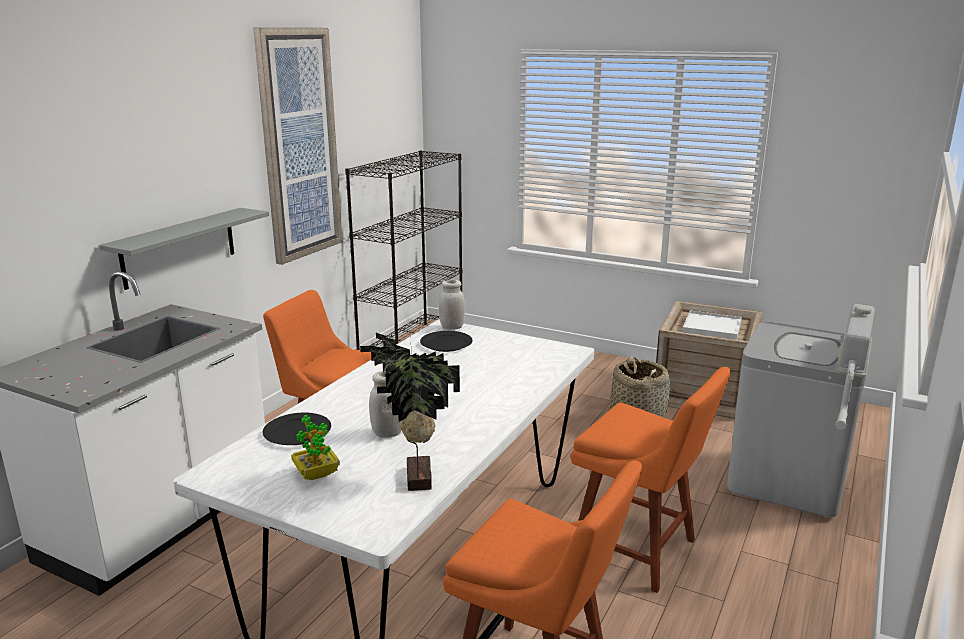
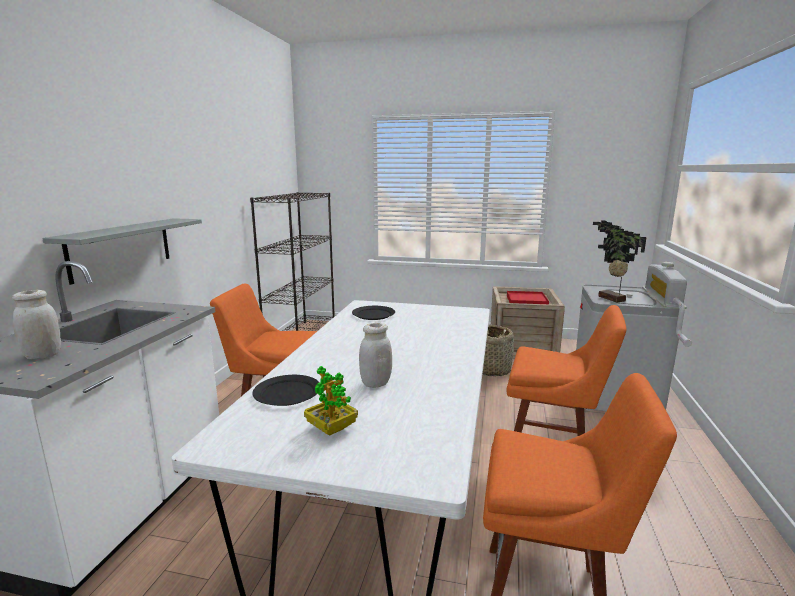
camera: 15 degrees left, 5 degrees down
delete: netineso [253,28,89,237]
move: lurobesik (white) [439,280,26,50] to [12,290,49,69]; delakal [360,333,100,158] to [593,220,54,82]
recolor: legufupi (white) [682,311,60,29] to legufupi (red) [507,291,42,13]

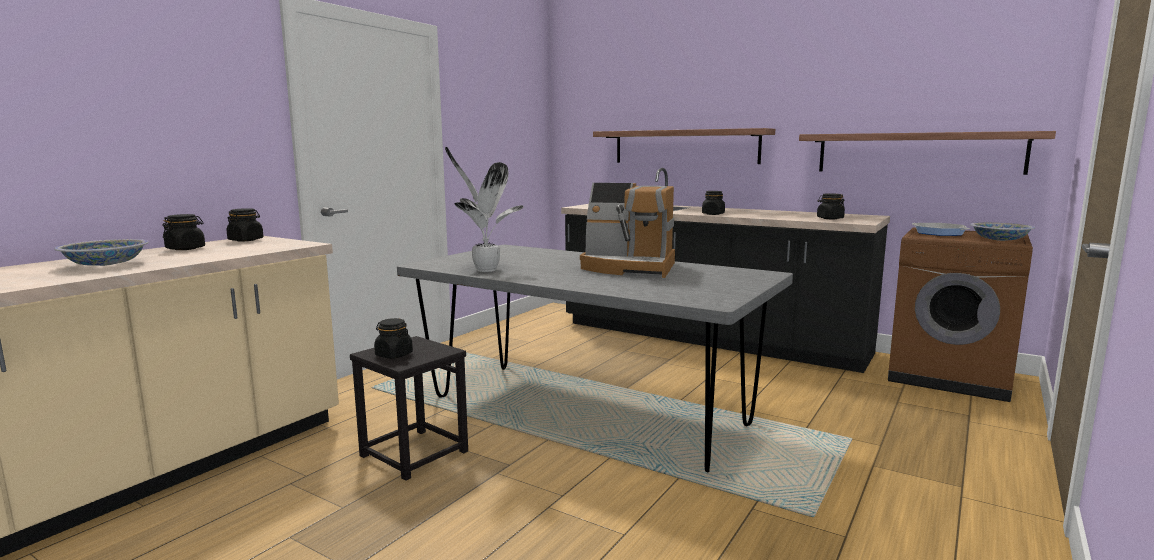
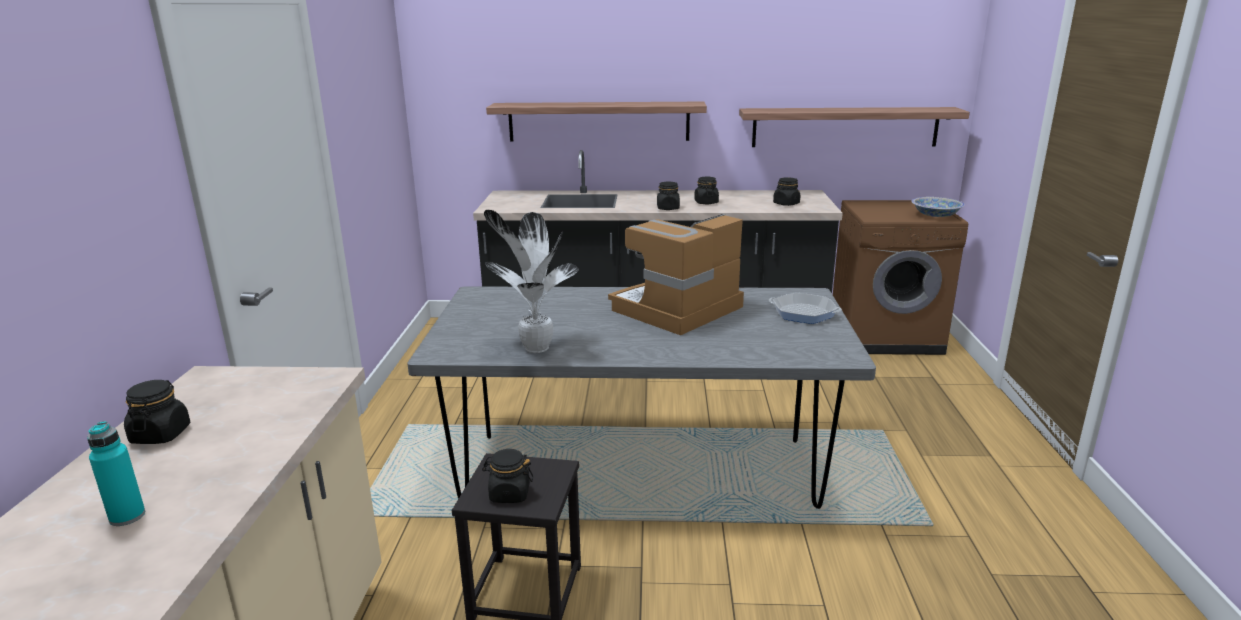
camera: 30 degrees left, 10 degrees up
move: lurobesik (black) [226,208,38,34] to [694,177,25,27]; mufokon [912,223,58,13] to [769,292,73,32]
replace: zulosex [54,239,94,27] to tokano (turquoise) [87,421,58,105]
rotate: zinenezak [580,183,95,95] = [608,214,136,121] 150 degrees clockwise

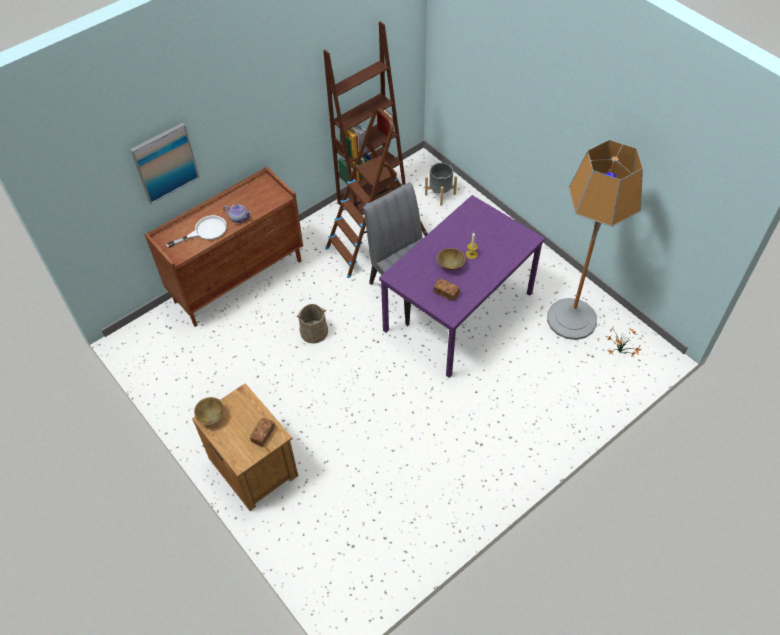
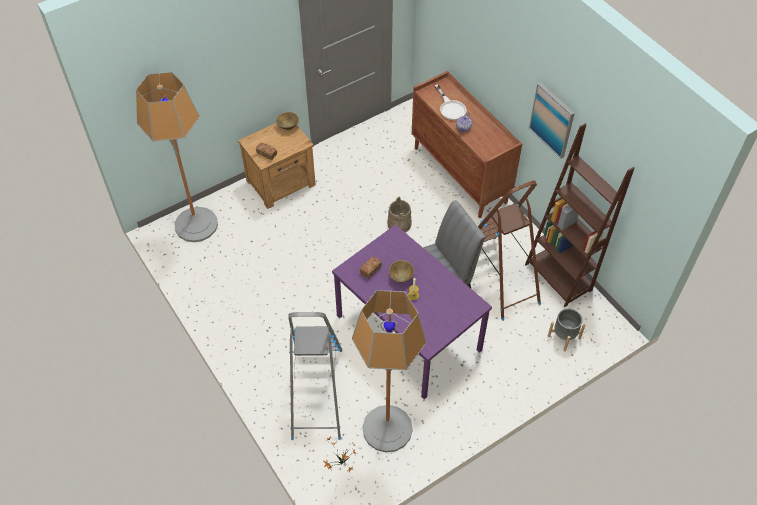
camera: 95 degrees right, 0 degrees up
insert: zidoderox [136,72,82,170]; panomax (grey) [288,312,54,128]
move: netineso [130,123,70,81] to [529,82,46,77]

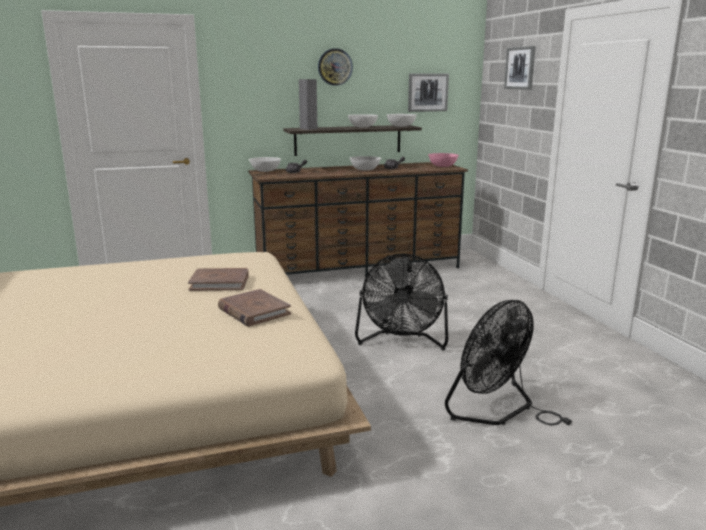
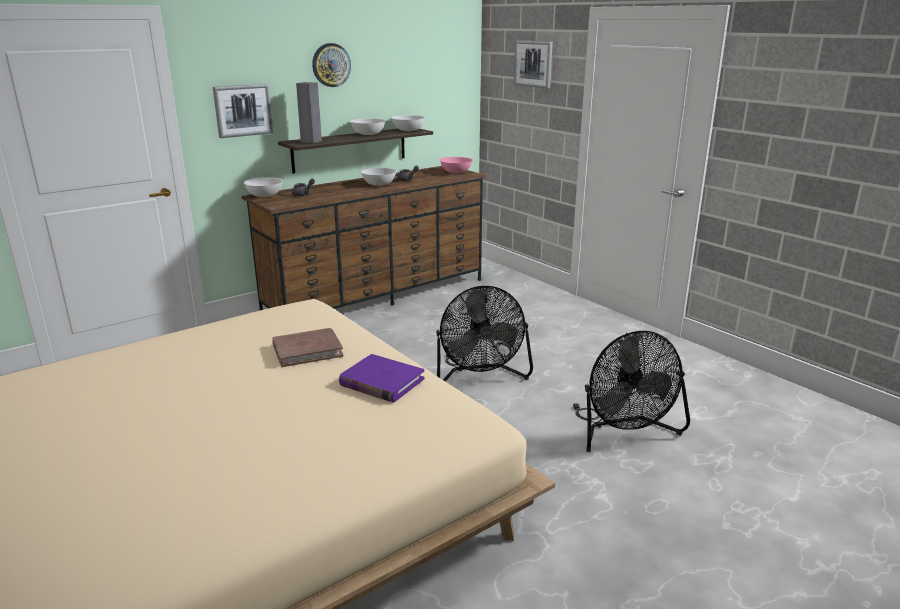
camera: 20 degrees left, 5 degrees up
move: netineso [408,74,41,38] to [213,84,60,54]
recolor: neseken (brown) [218,289,73,38] to neseken (purple) [339,354,86,48]
rotate: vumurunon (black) [445,300,128,125] = [573,331,117,121] 135 degrees counterclockwise

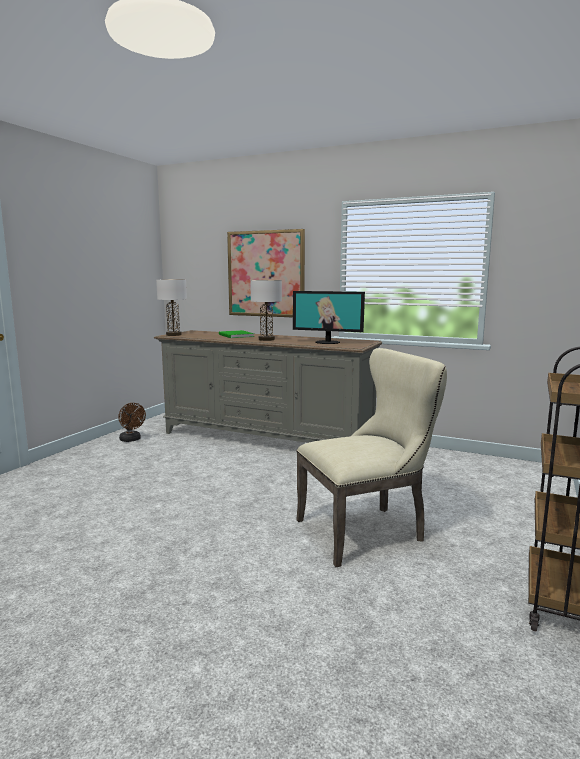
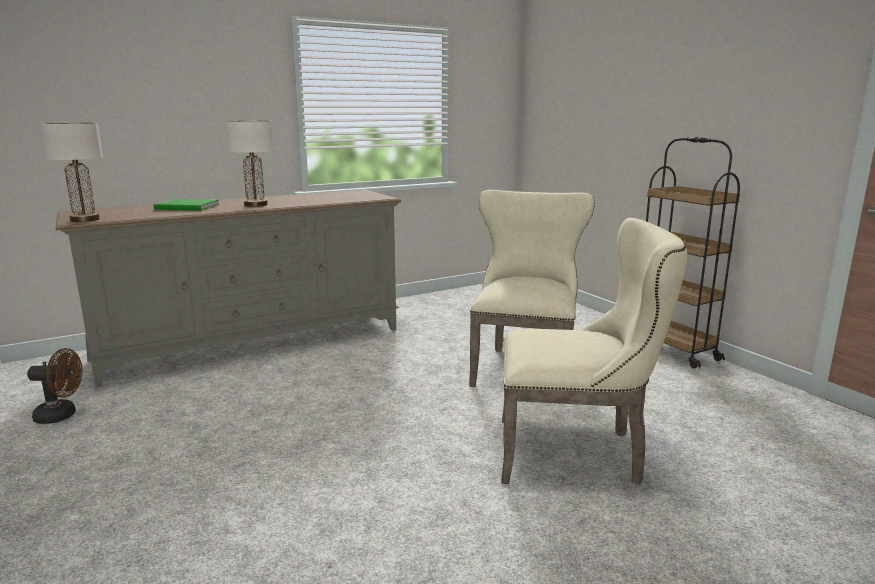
camera: 55 degrees left, 5 degrees up
delete: netineso [227,229,78,88]; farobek [293,291,72,53]
insert: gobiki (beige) [501,218,186,266]

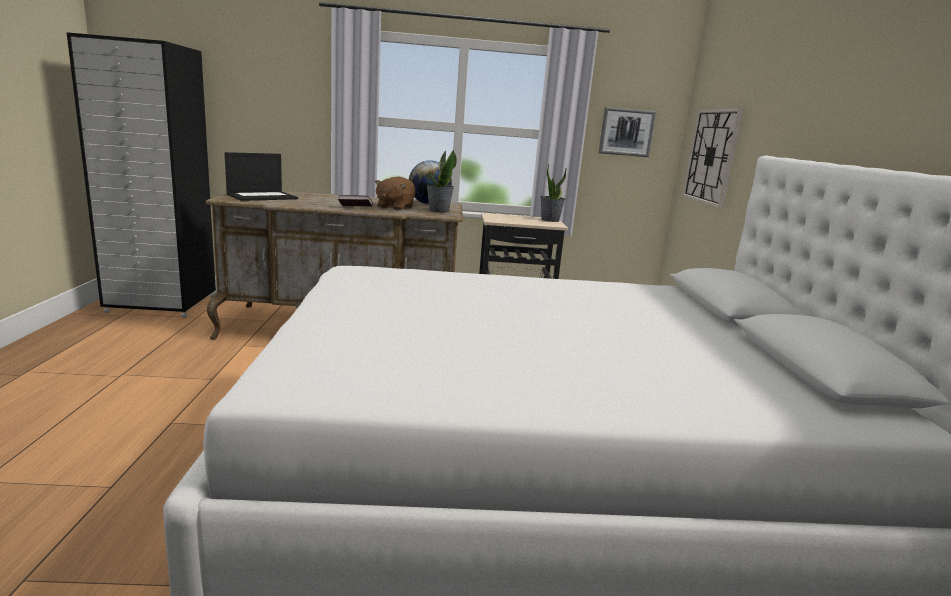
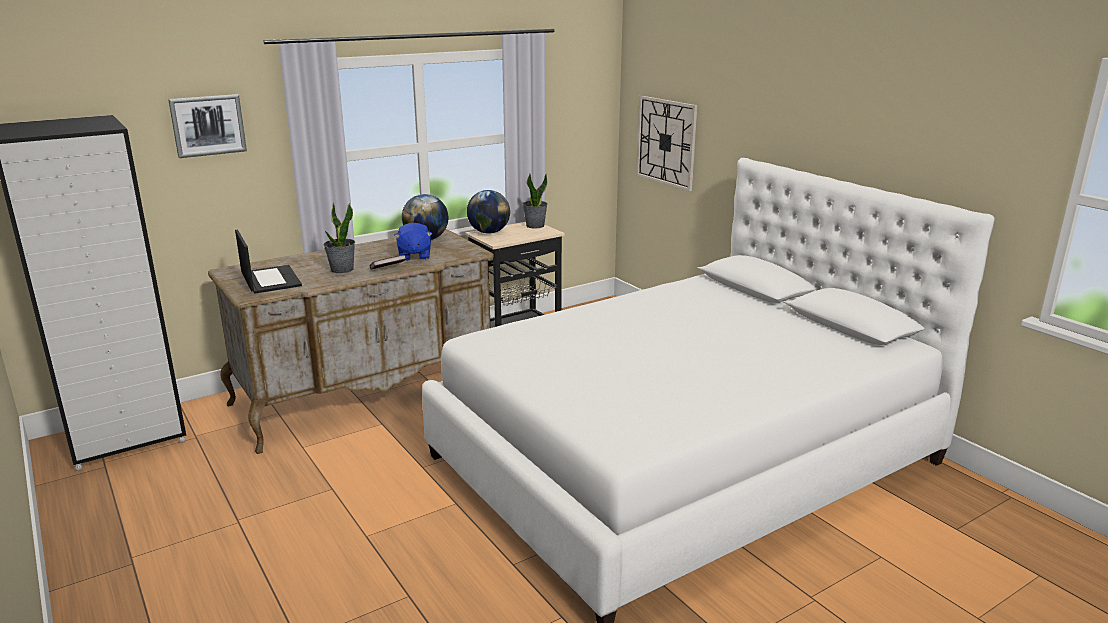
camera: 30 degrees left, 5 degrees up
insert: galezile [467,190,43,44]
move: netineso [599,107,57,50] to [168,94,79,64]; delakal [426,150,31,63] to [324,203,31,70]
recolor: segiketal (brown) [375,177,40,33] to segiketal (blue) [394,222,38,39]
rotate: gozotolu [225,152,73,49] = [235,229,67,64] 45 degrees counterclockwise

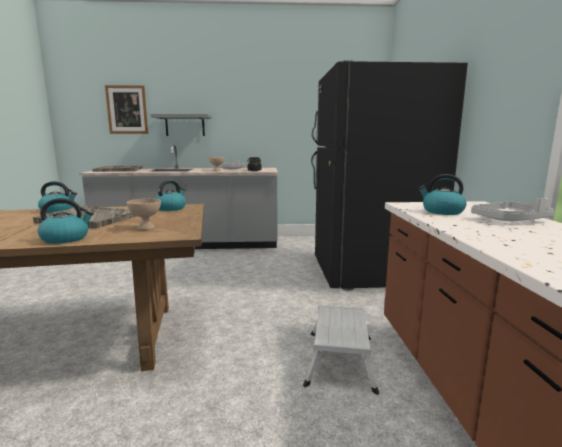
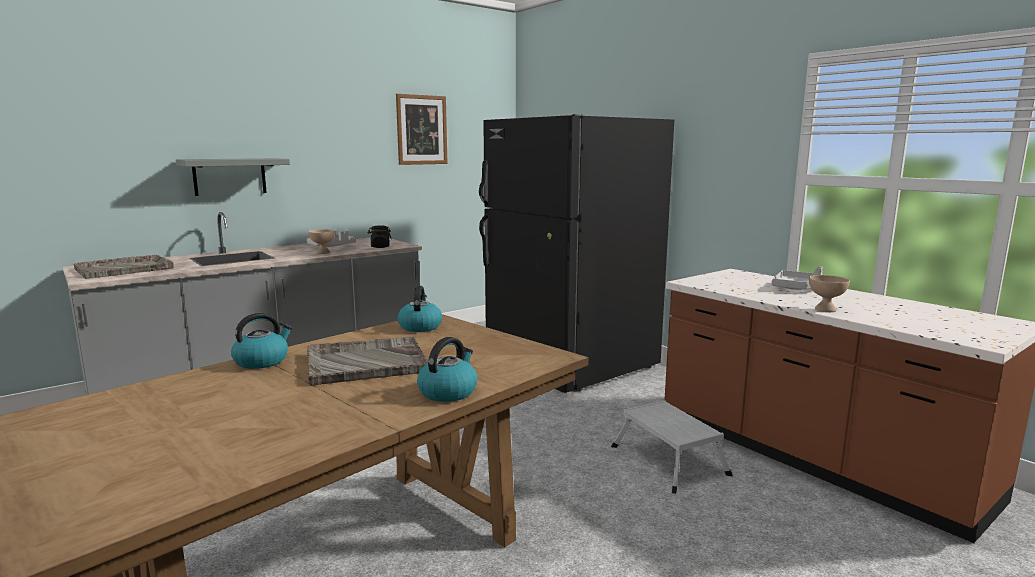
camera: 35 degrees left, 0 degrees up
delete: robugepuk [418,174,48,41]
move: netineso [105,85,43,49] to [396,94,52,71]; zulosex (beige) [127,199,34,31] to [809,275,41,37]

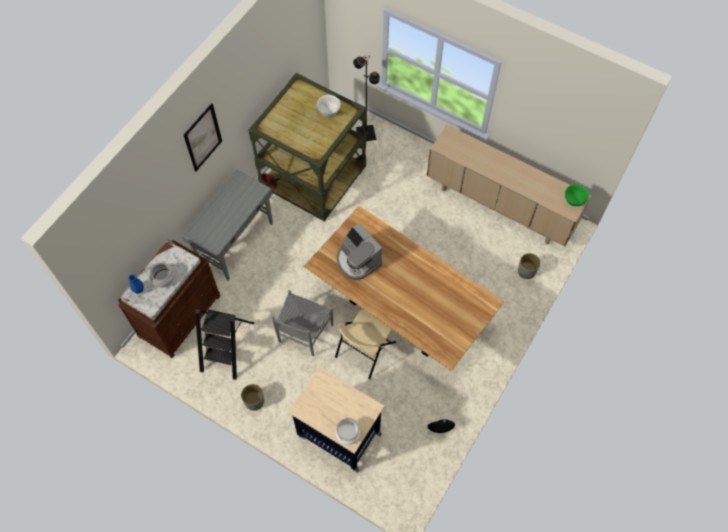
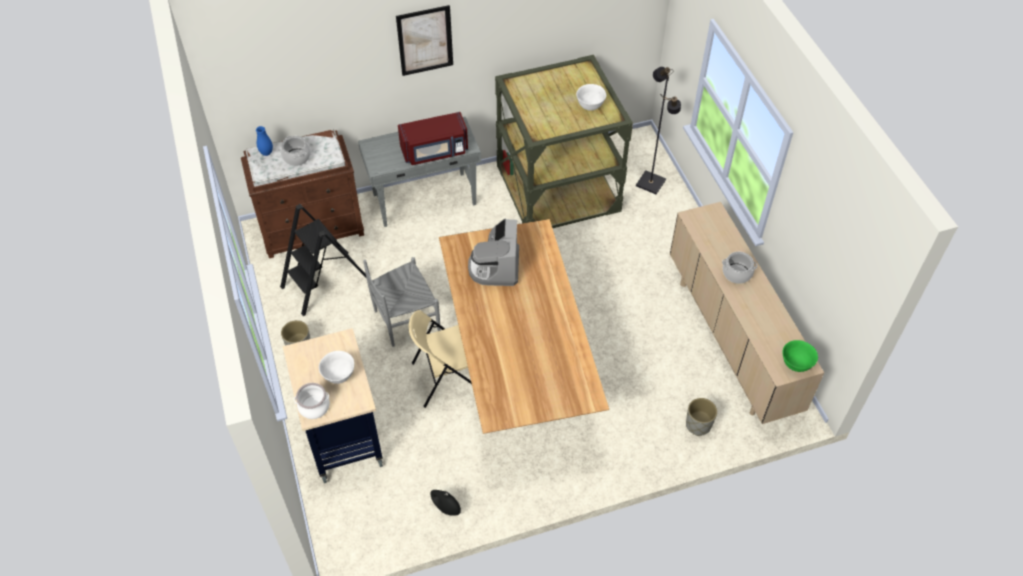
camera: 40 degrees right, 10 degrees down
insert: zulosex (white) [319,351,35,33]; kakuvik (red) [398,112,70,53]; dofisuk [722,252,36,32]

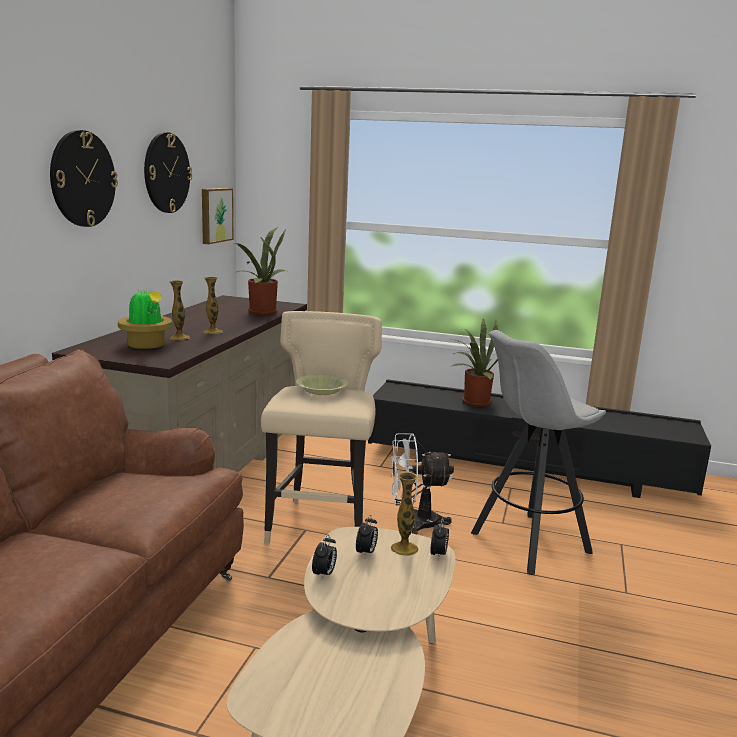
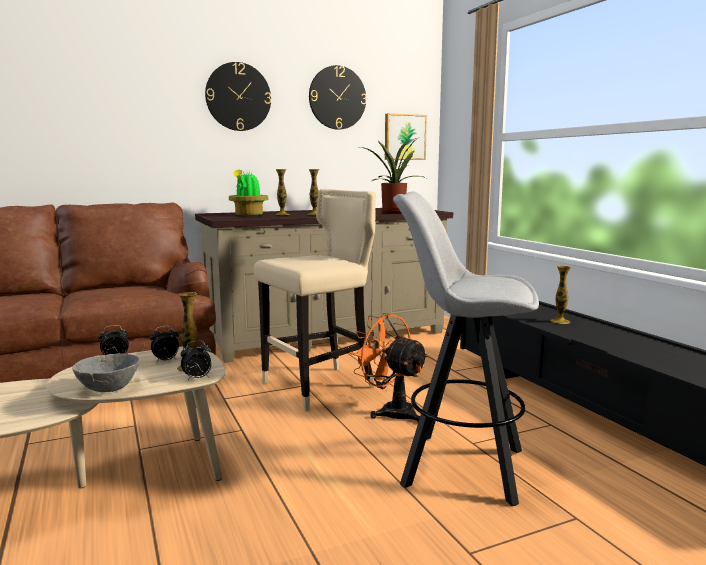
camera: 50 degrees right, 5 degrees down
delete: zulosex (yellow) [296,374,52,21]
insert: zulosex (grey) [72,353,68,39]
replace: delakal [452,318,46,89] to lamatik [550,266,21,58]
recolor: vumurunon (white) [391,433,63,101] to vumurunon (orange) [350,313,79,109]

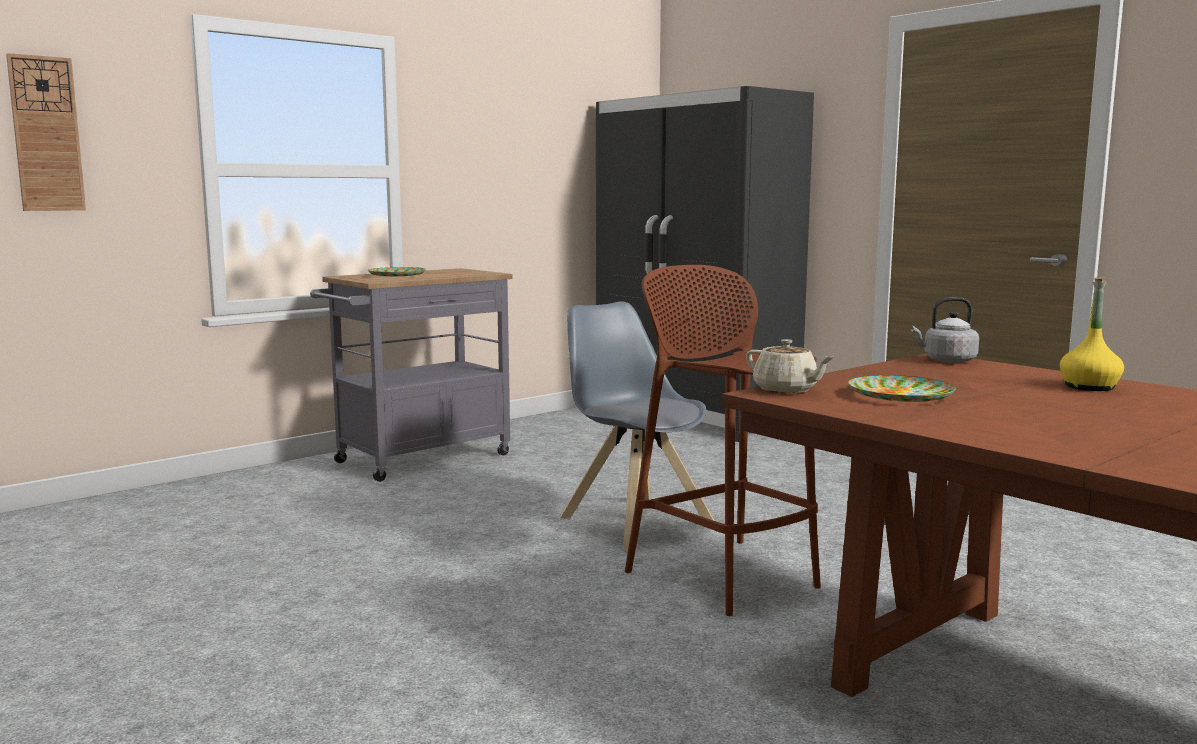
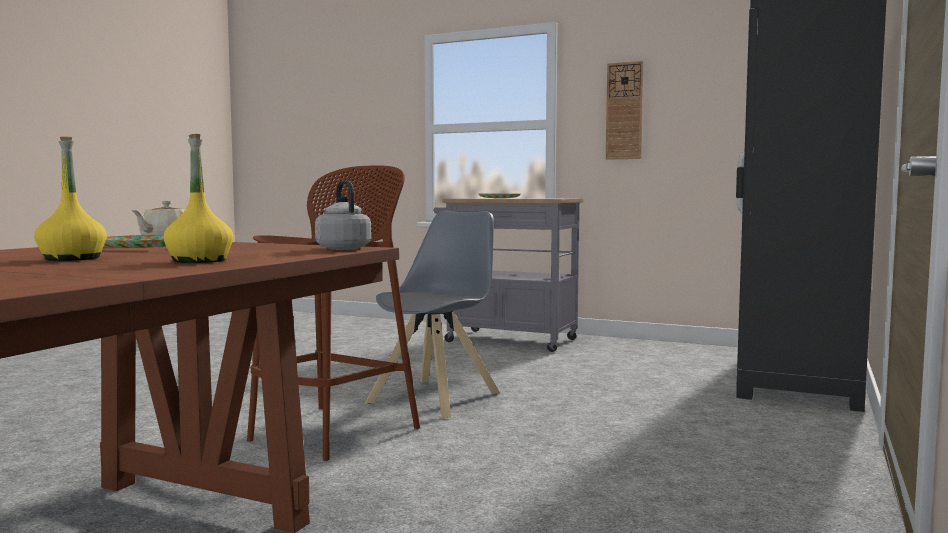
camera: 65 degrees right, 5 degrees down
insert: tokano (yellow) [34,136,73,125]
move: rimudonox [6,53,80,158] to [606,61,37,99]

